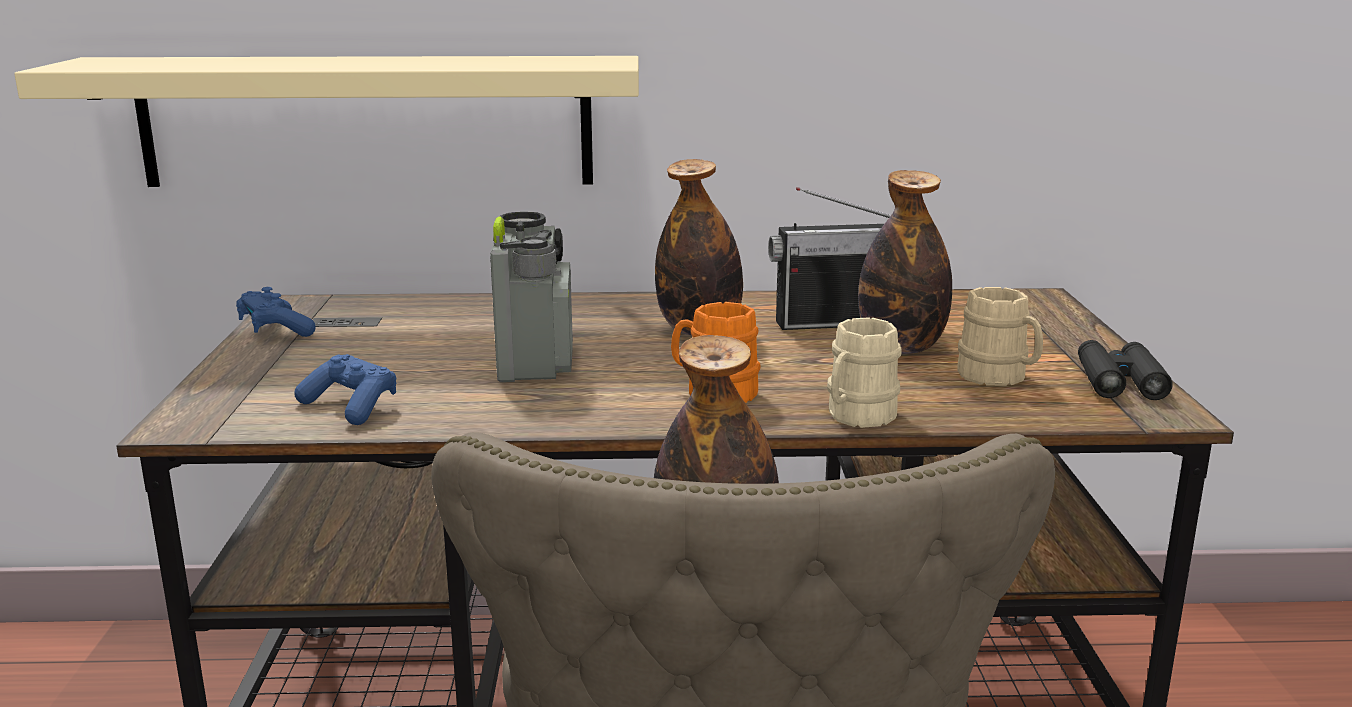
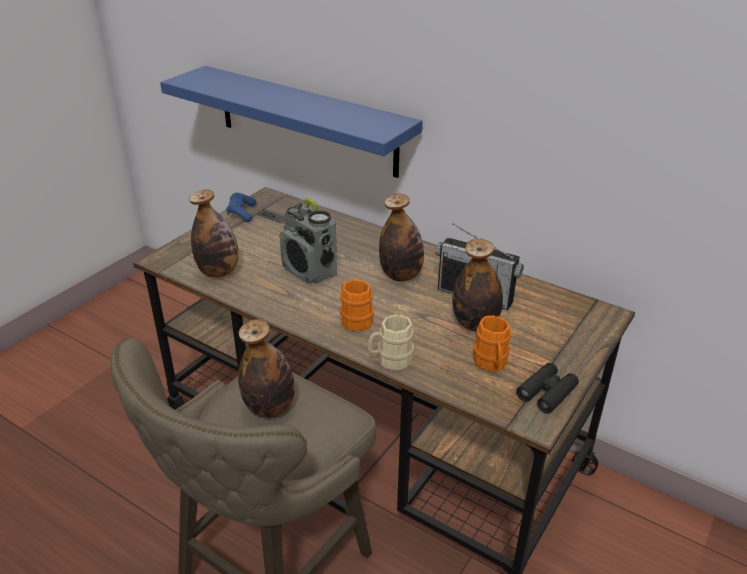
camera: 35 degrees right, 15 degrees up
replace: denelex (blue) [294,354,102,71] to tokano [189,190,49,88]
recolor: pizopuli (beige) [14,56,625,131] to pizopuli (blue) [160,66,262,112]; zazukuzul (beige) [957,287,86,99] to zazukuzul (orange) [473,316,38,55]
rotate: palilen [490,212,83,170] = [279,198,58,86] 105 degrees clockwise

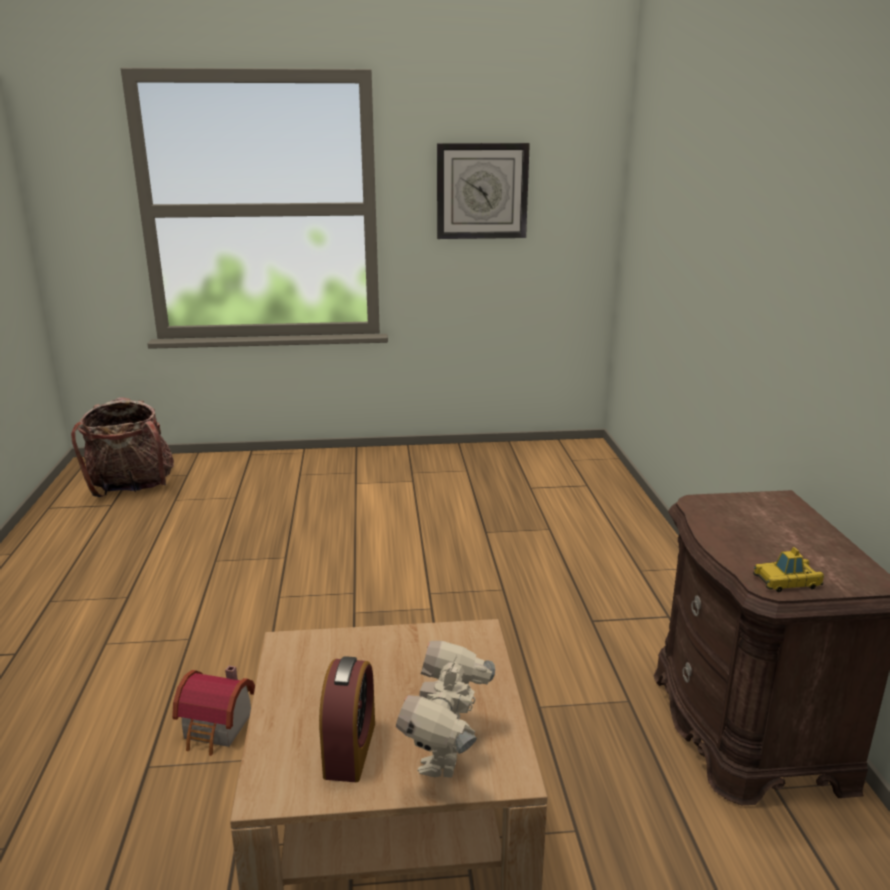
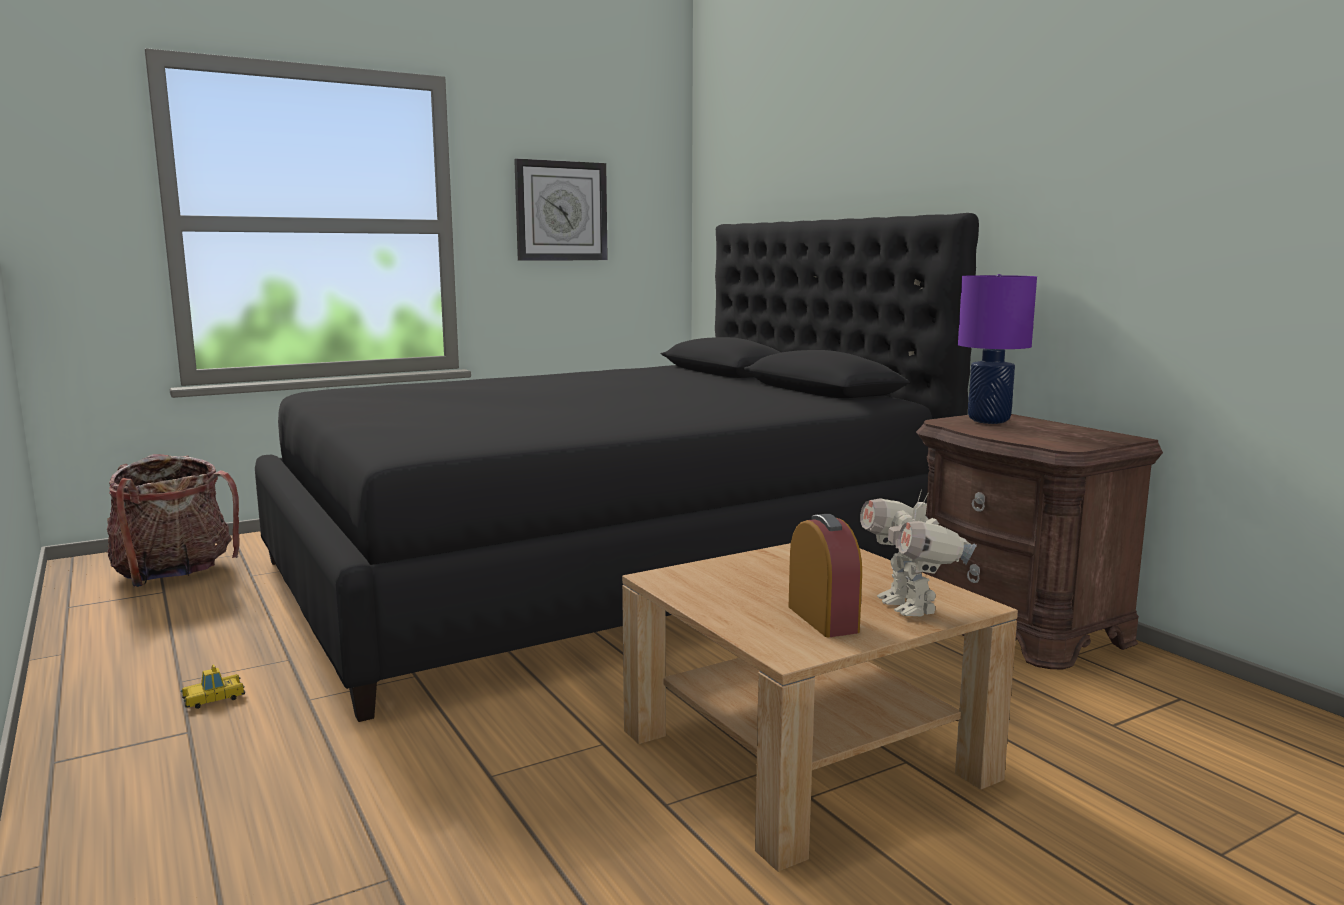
camera: 25 degrees left, 10 degrees down
delete: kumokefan [172,666,83,90]
insert: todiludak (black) [255,213,724,509]; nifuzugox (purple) [958,274,79,150]
move: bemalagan [753,547,71,45] to [181,665,64,44]

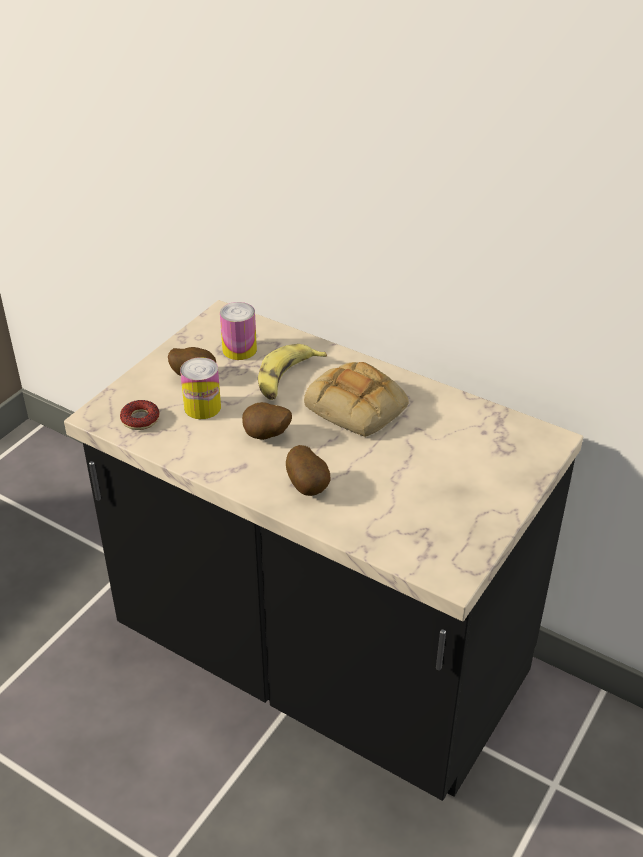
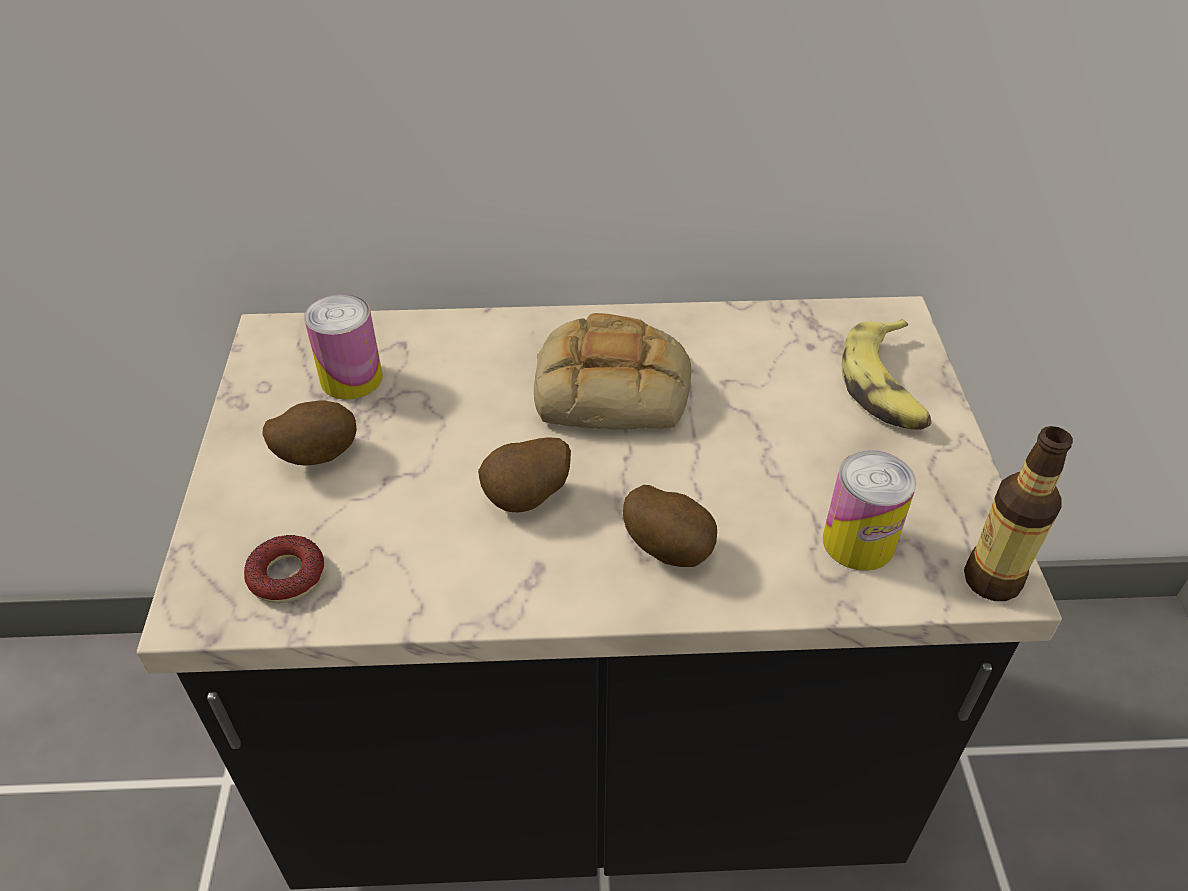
camera: 35 degrees left, 5 degrees up
insert: tokano [964,426,109,175]
move: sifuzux [180,357,41,62] to [823,450,93,121]; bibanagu [258,344,69,56] to [842,319,89,111]

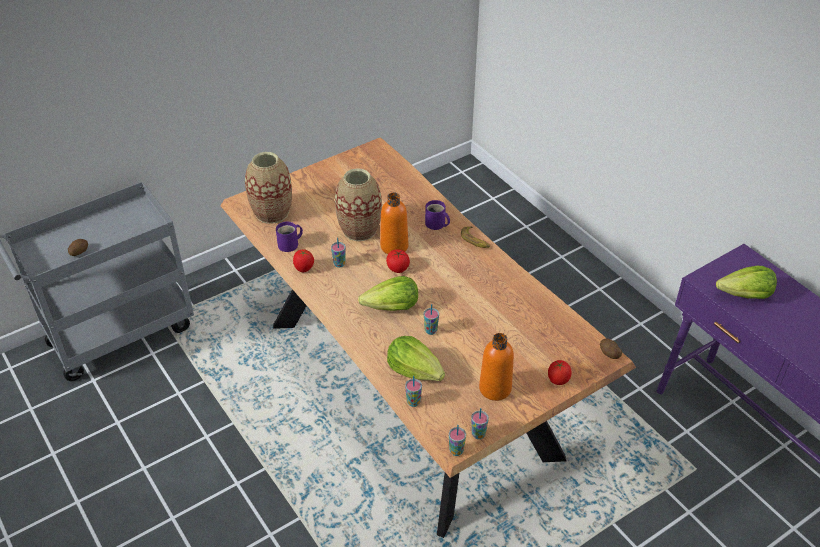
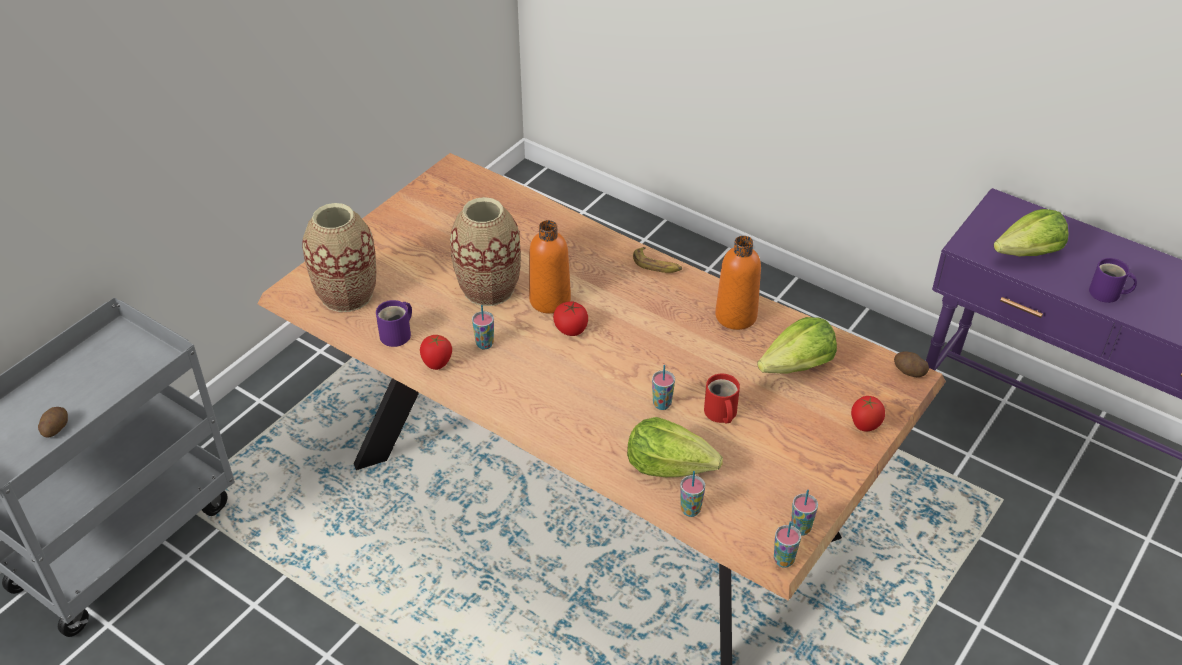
camera: 20 degrees left, 0 degrees up
insert: zazukuzul (red) [704,374,36,50]
move: tokano (orange) [479,333,35,68] to [715,236,46,94]; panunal [358,276,60,35] to [757,317,80,57]; zazukuzul (purple) [425,200,25,30] to [1089,258,48,45]

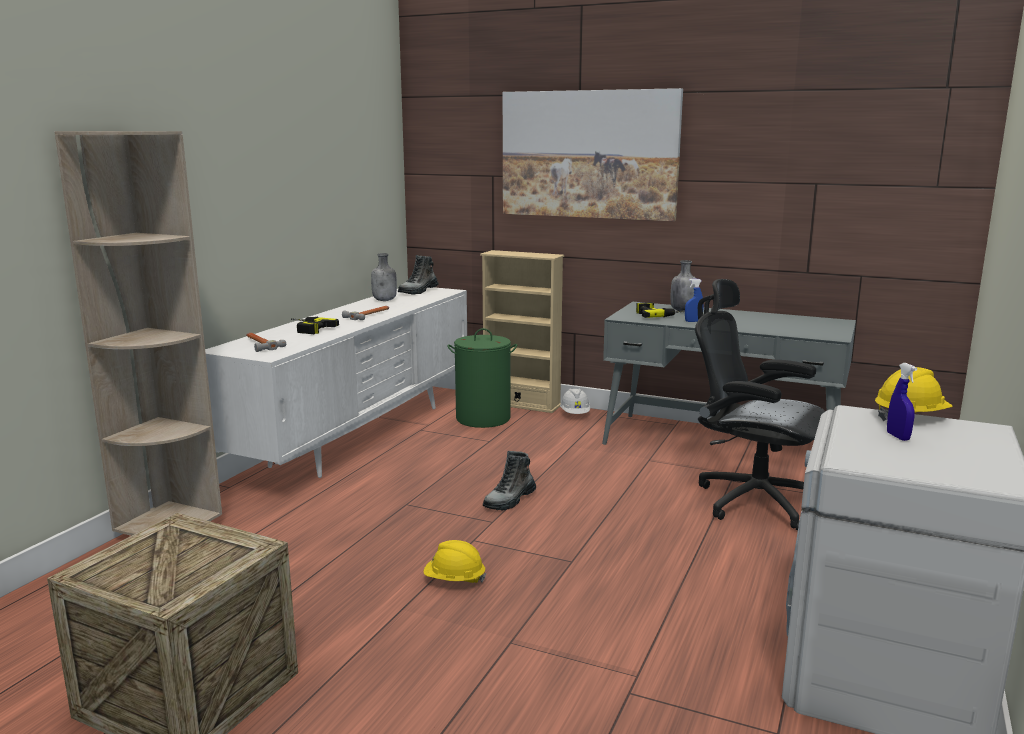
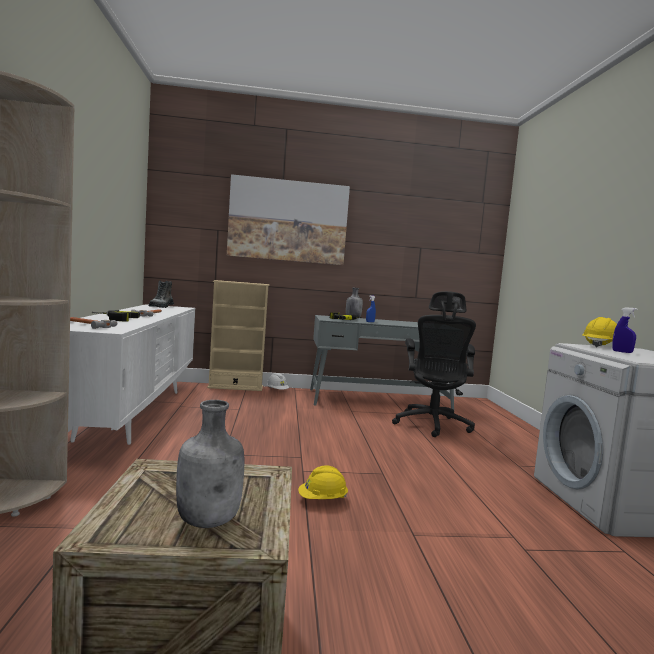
camera: 30 degrees left, 10 degrees down
delete: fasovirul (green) [447,328,70,100]; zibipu [483,451,53,59]
move: tokano (grey) [371,253,26,48] to [176,400,68,128]
rotate: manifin [695,279,131,252] = [392,291,84,146] 90 degrees counterclockwise

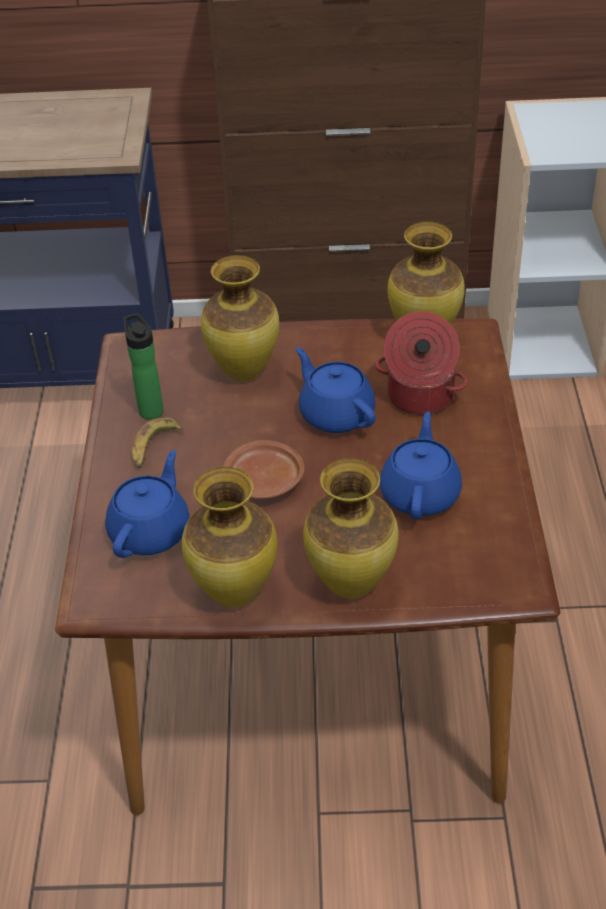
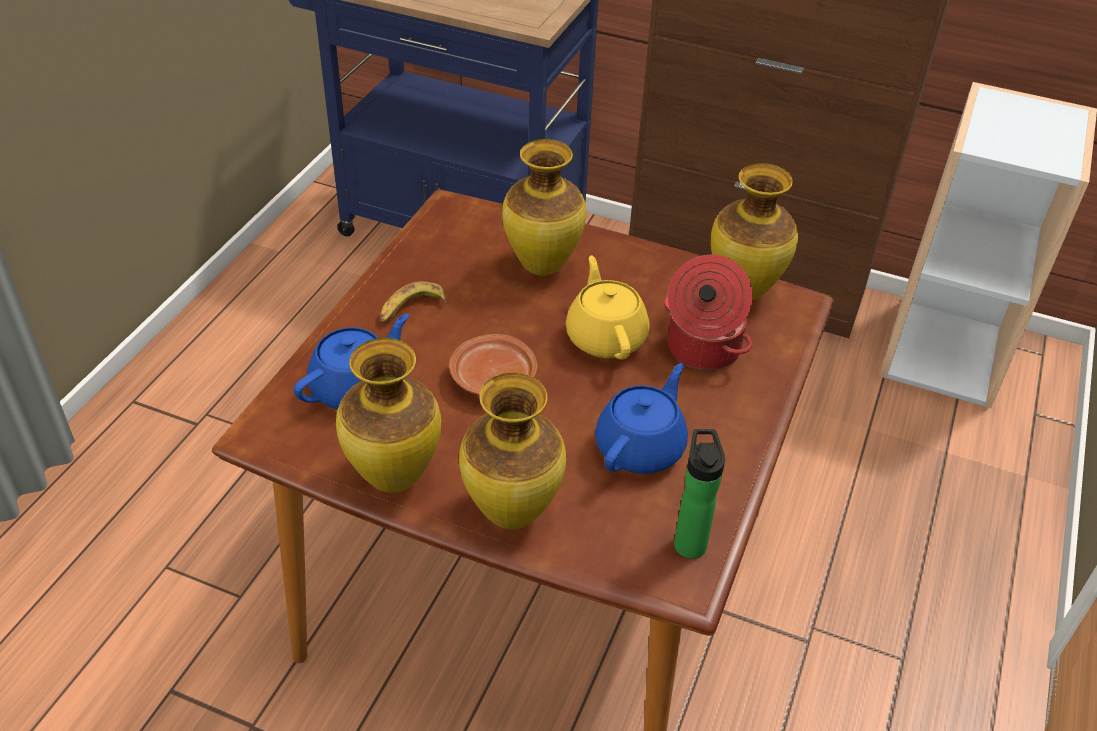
camera: 20 degrees right, 0 degrees up
move: tokano [123,313,41,106] to [674,429,51,130]
recolor: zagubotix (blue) [296,347,80,86] to zagubotix (yellow) [566,255,83,104]

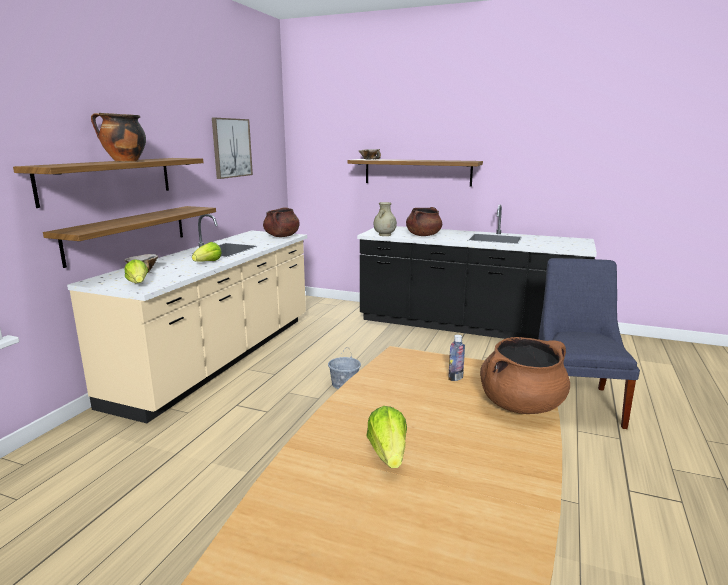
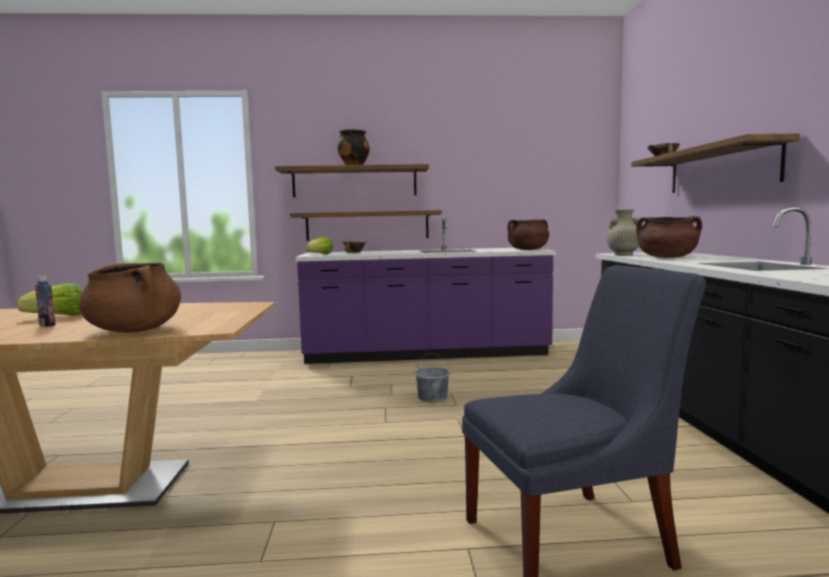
camera: 65 degrees right, 10 degrees down
delete: panunal [192,242,30,20]; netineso [212,118,41,61]
move: tokano [448,335,17,46] to [35,276,21,51]
recolor: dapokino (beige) [67,214,240,209] to dapokino (purple) [295,217,261,147]

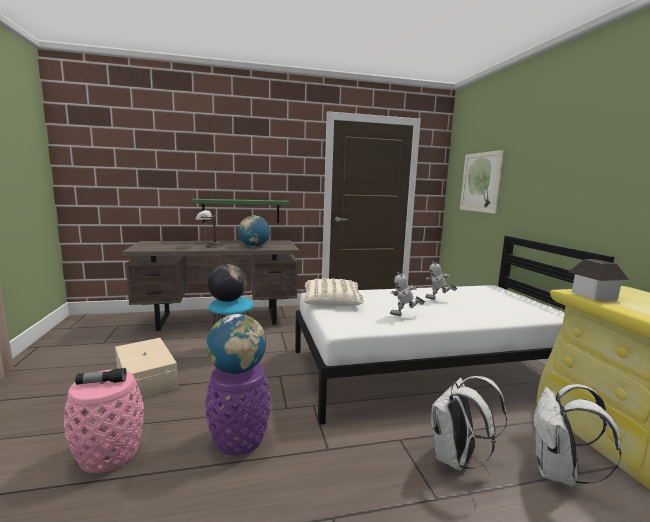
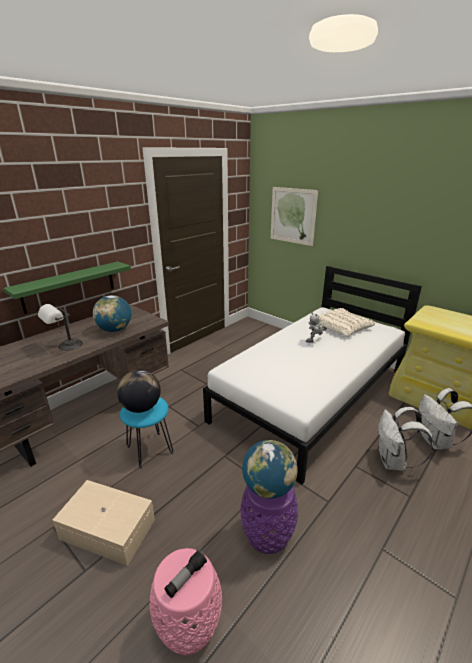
camera: 35 degrees left, 15 degrees up
delete: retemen [390,272,35,44]; kumokefan [568,259,61,41]
move: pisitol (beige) [303,278,61,28] to [319,308,56,29]

